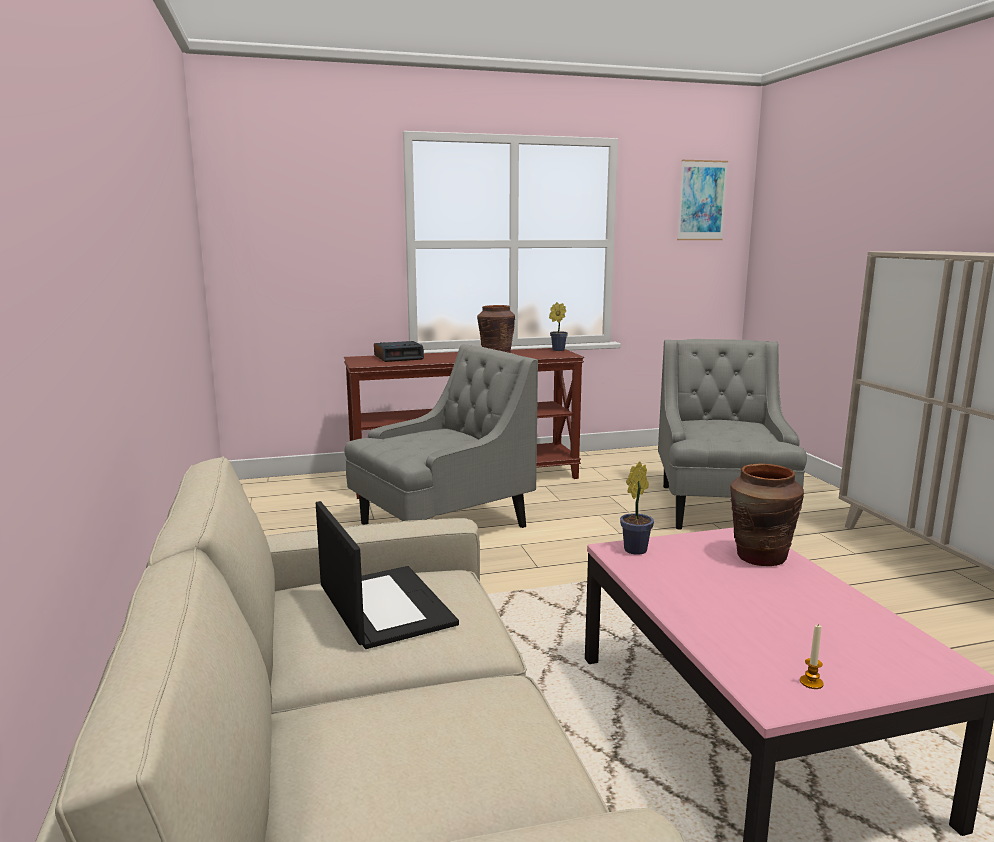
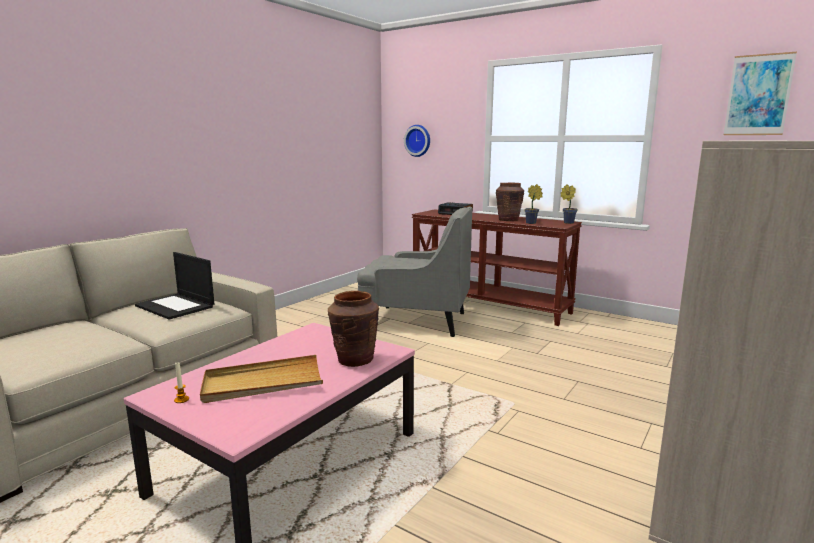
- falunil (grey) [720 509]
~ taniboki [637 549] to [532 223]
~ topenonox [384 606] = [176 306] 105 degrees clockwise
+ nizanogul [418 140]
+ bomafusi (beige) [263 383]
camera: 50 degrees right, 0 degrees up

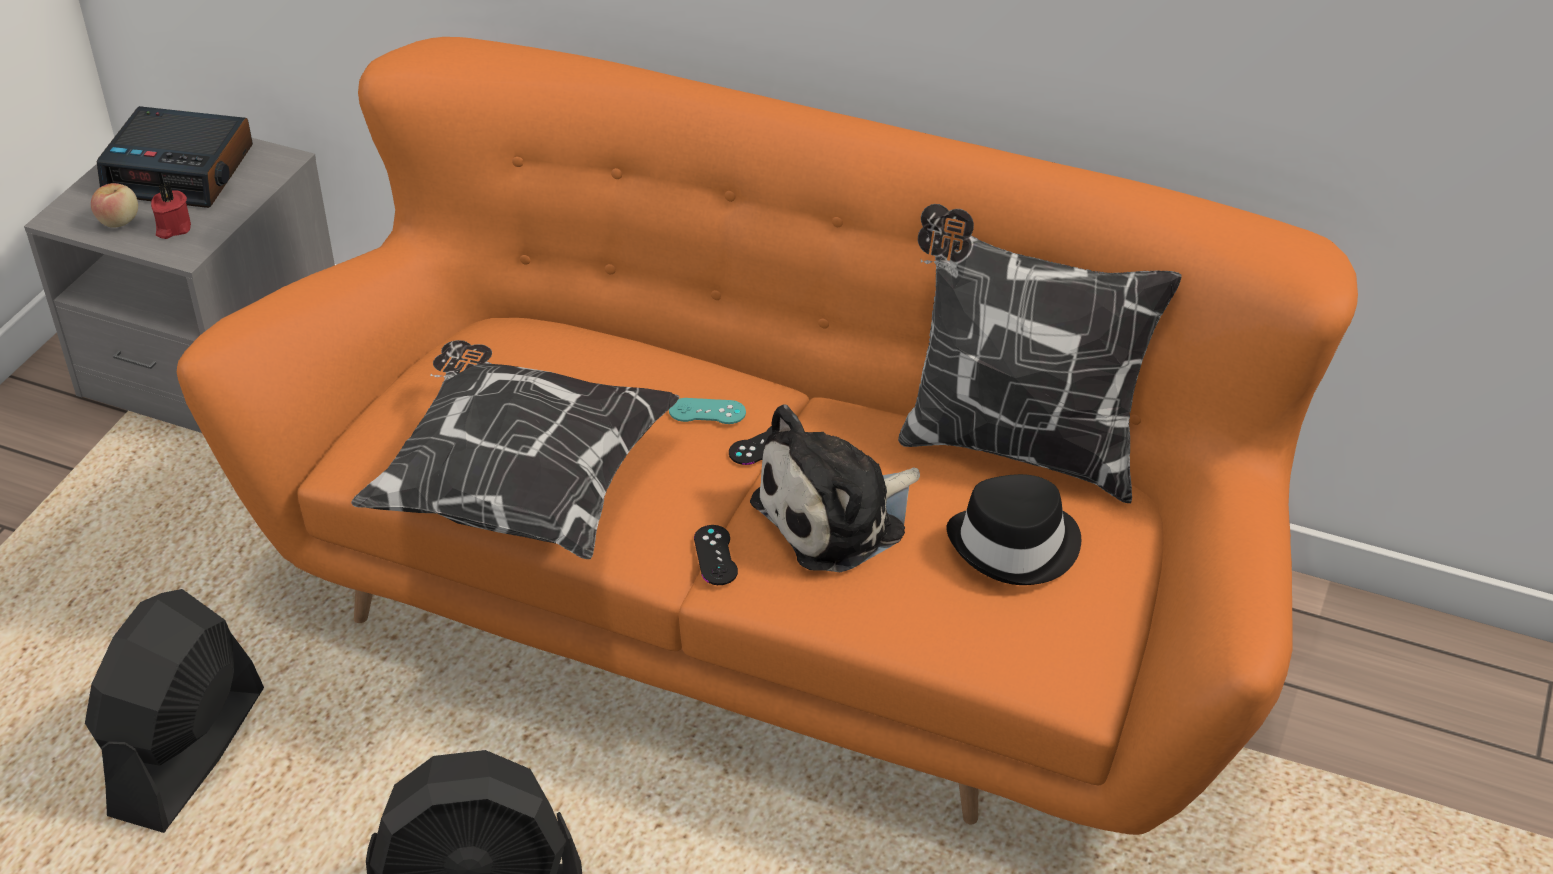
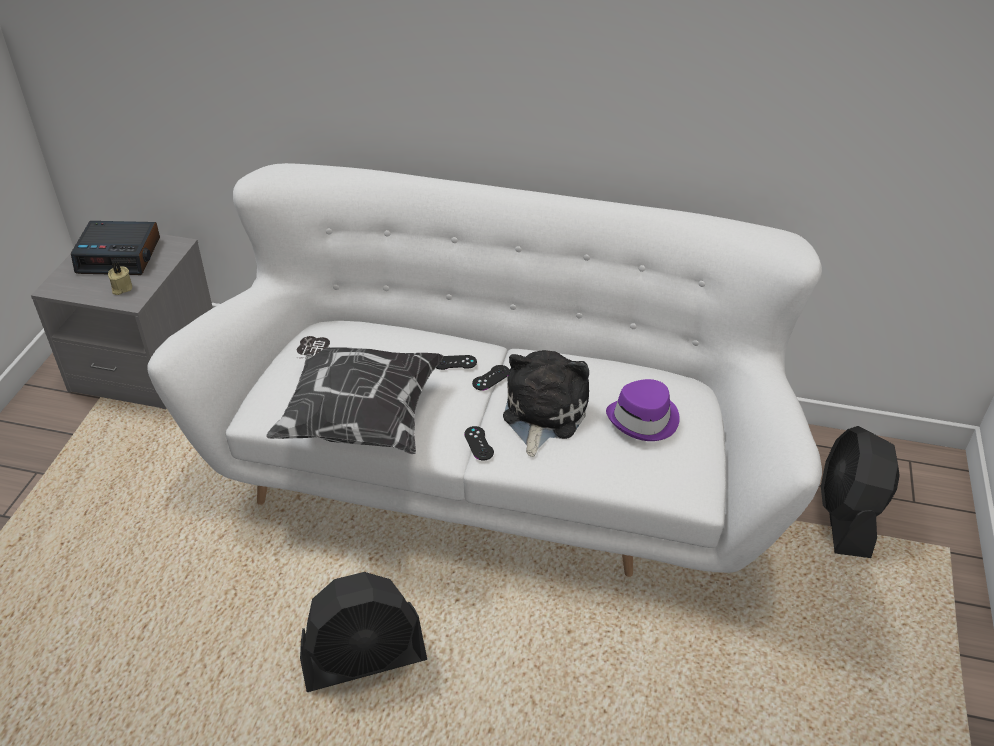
~ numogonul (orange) [775 610] to numogonul (white) [495 469]
- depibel [119 221]
~ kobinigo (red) [172 228] to kobinigo (beige) [121 288]
- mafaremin [1017 446]
~ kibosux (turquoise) [707 411] to kibosux (black) [455 362]
~ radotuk [838 516] = [542 414] 150 degrees clockwise
~ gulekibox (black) [1016 546] to gulekibox (purple) [644 419]
~ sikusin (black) [188 753] to [846 516]
camera: 10 degrees left, 0 degrees up

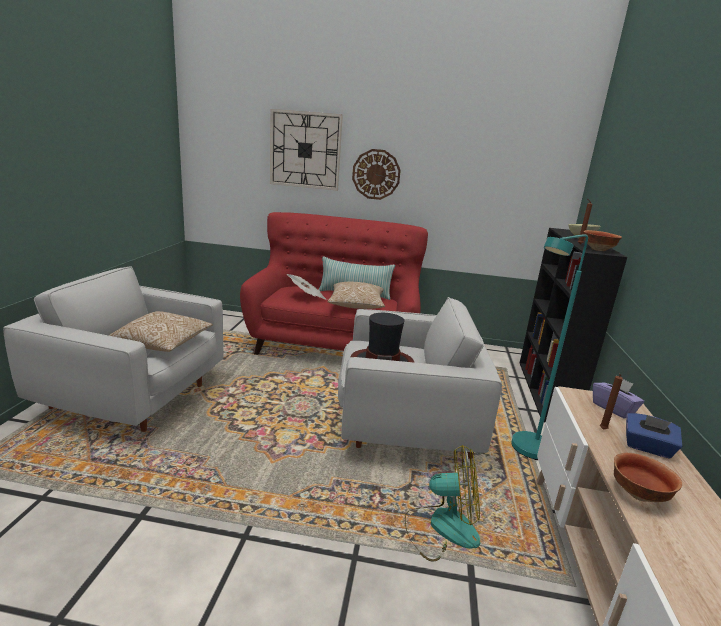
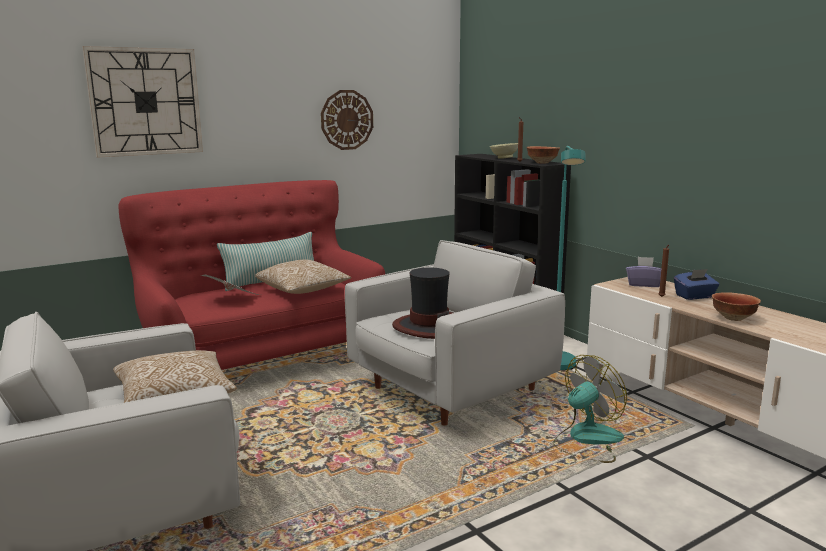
~ nizanogul [376 174] to [347 120]
camera: 40 degrees left, 5 degrees down

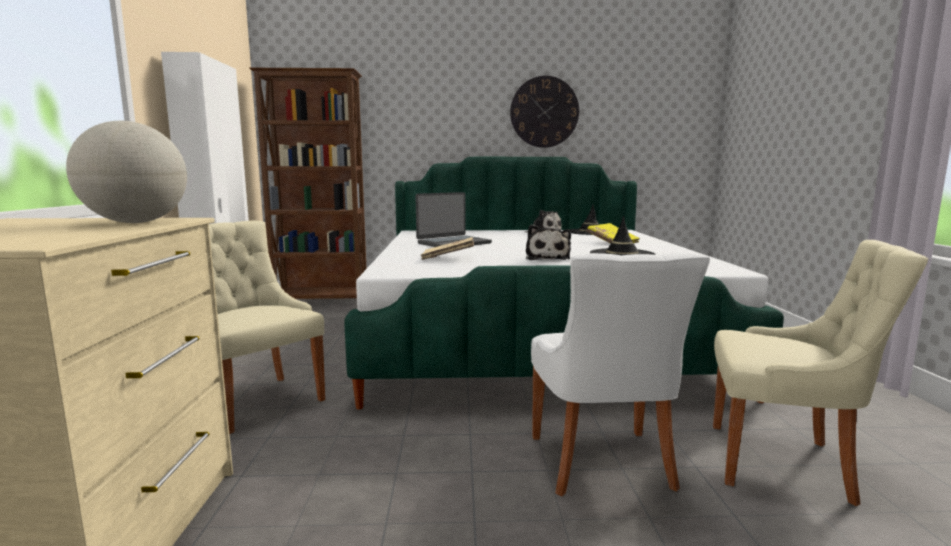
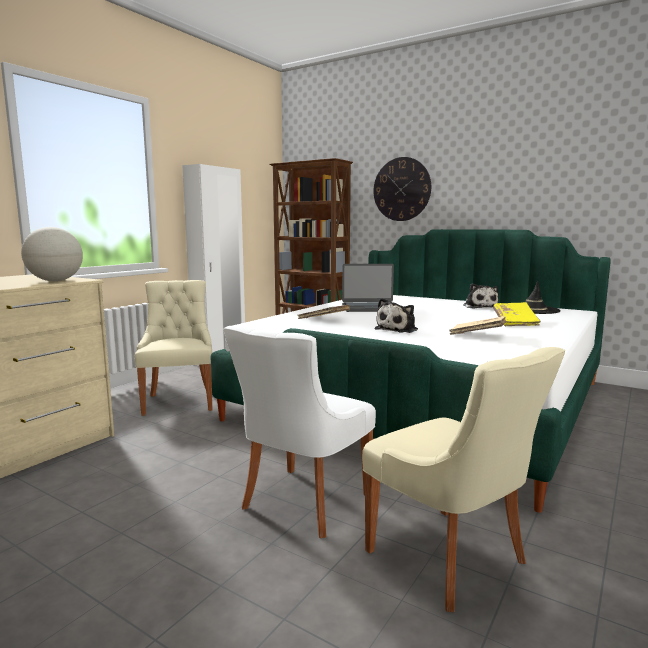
~ nizanogul [544 112] to [401 189]
~ gulekibox (black) [622 254] to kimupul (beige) [477 335]
camera: 35 degrees right, 0 degrees up

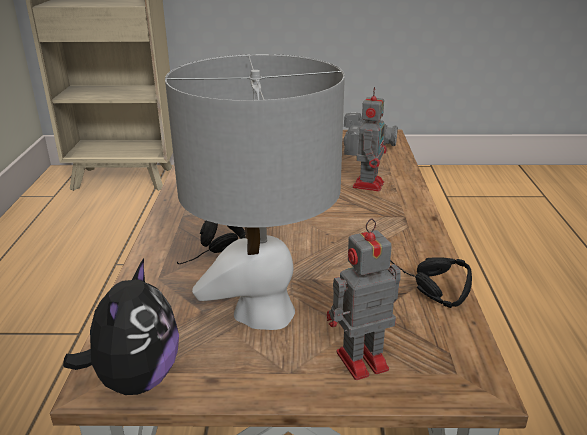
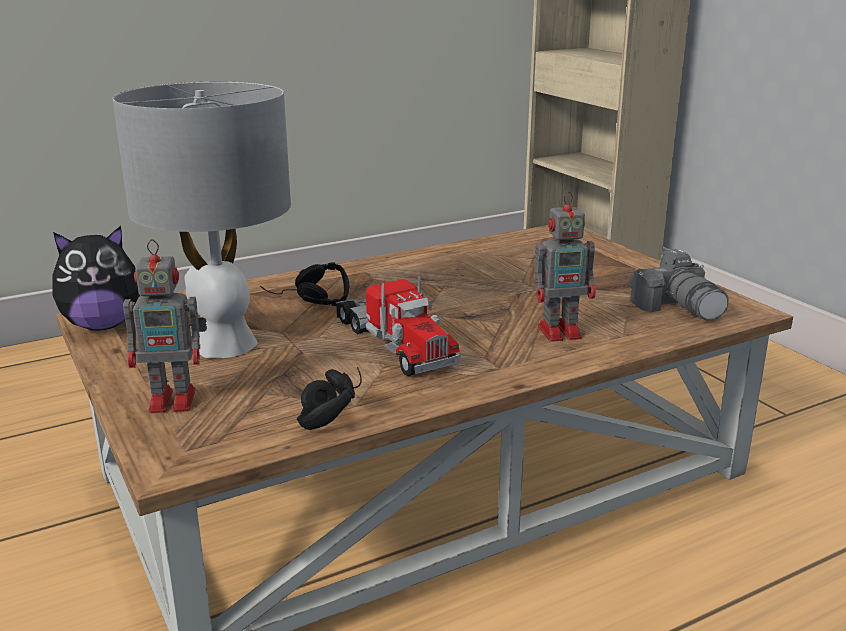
~ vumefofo [359 361] = [175 400] 135 degrees clockwise
+ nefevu [393 343]
camera: 60 degrees right, 5 degrees down

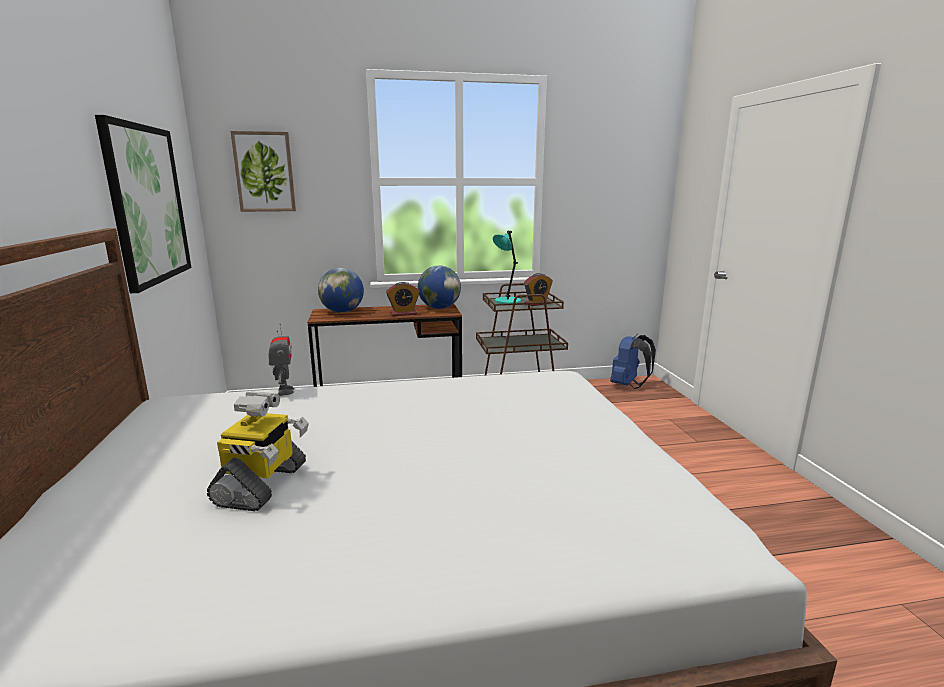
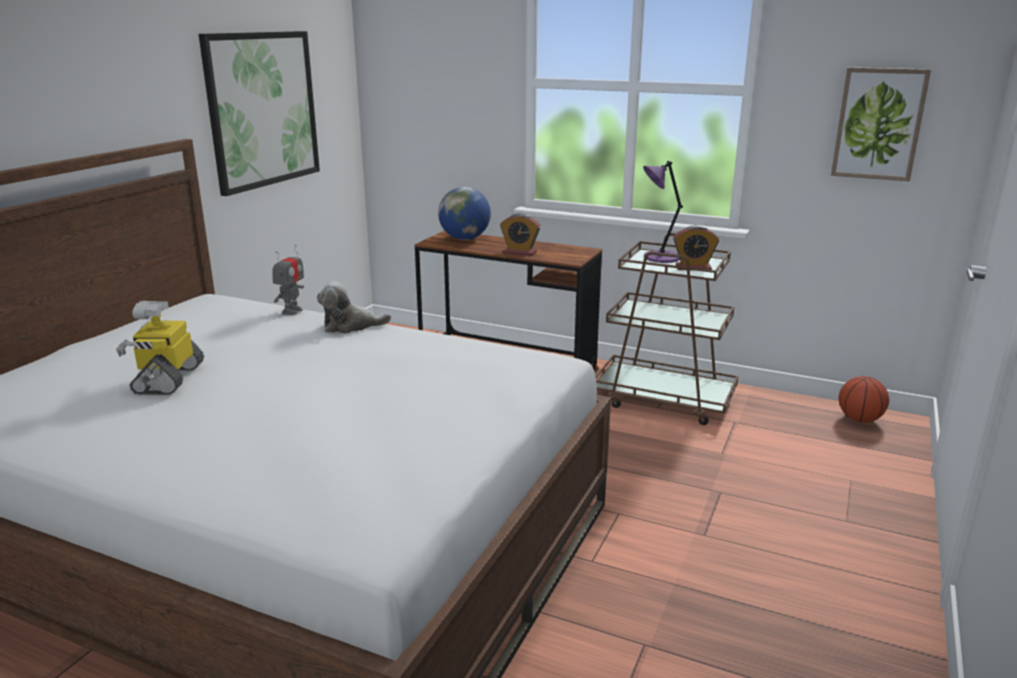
~ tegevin [264 172] to [878 124]
~ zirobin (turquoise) [507 301] to zirobin (purple) [659 258]
- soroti [439 308]
~ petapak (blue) [628 385] to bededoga [859 419]
~ vumefofo [262 485] = [168 379] 135 degrees clockwise
+ radotuk [350 326]
camera: 35 degrees right, 5 degrees up

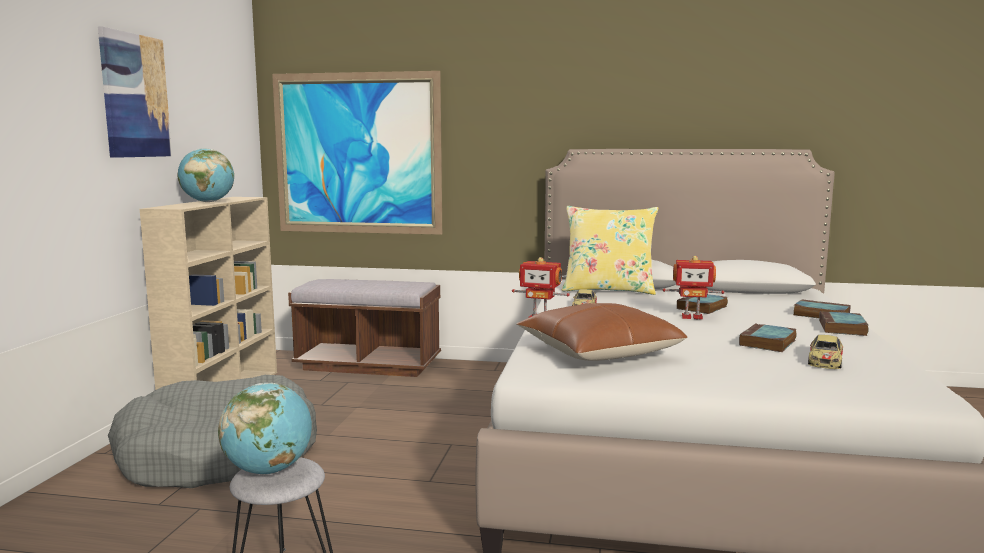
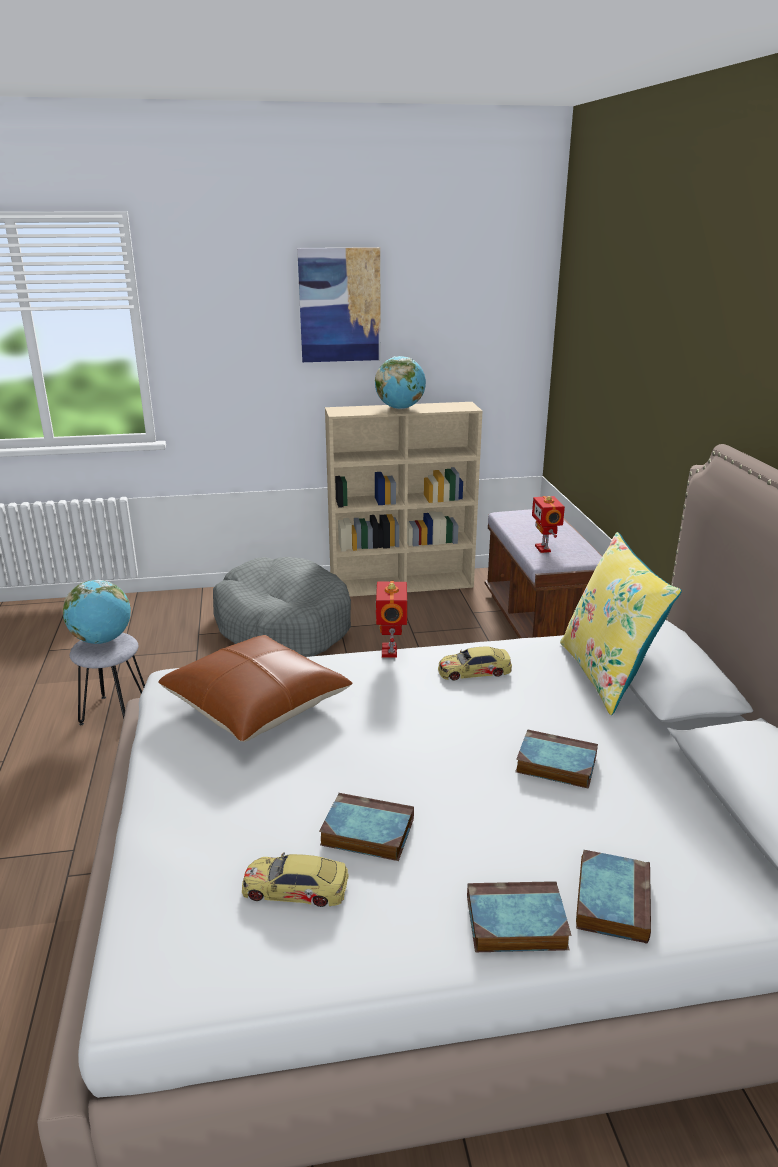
- tegevin [357 154]
~ vumefofo [691 317] to [544 549]
camera: 70 degrees right, 15 degrees up

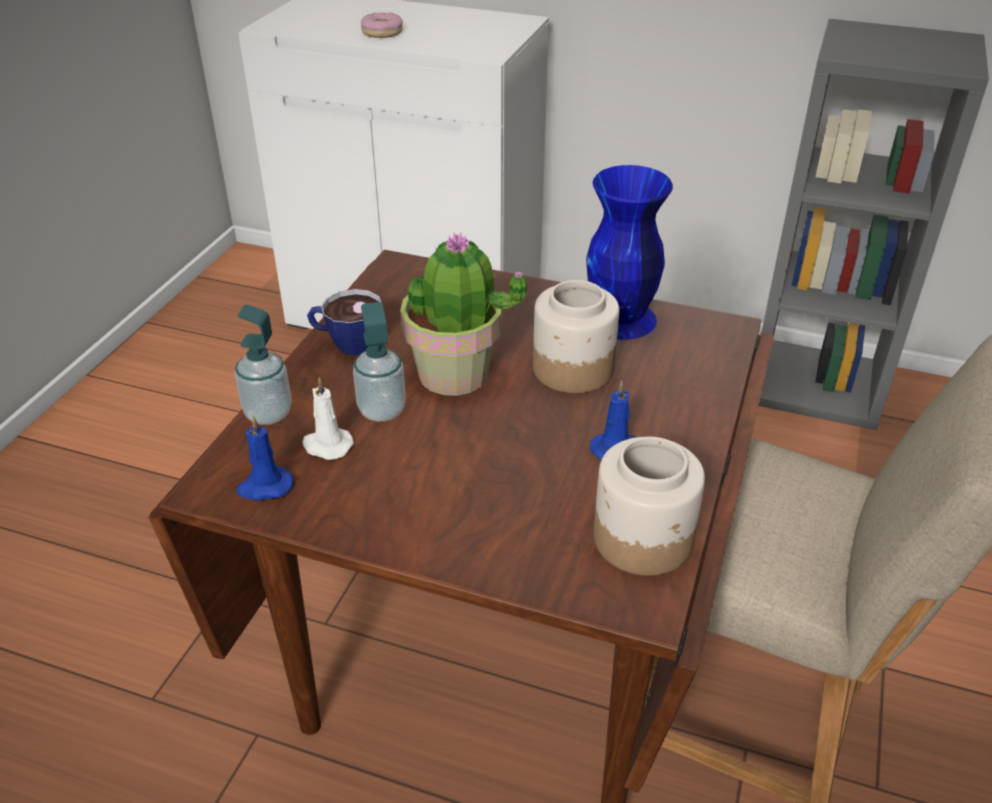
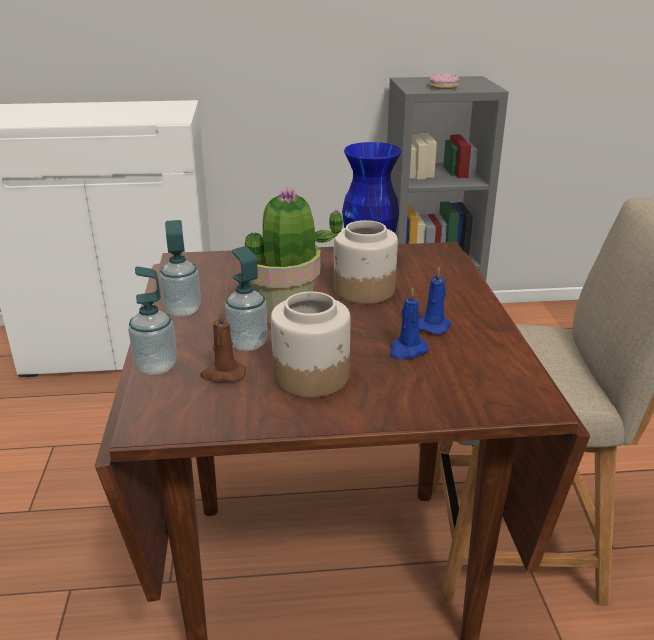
~ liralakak [382 32] to [443 87]
~ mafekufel [347 343] to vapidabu [183 310]
~ kobinigo (white) [326 445] to kobinigo (brown) [223 374]
~ kobinigo (blue) [264 487] to [407 350]
~ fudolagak [644 539] to [312 376]
camera: 25 degrees left, 10 degrees down

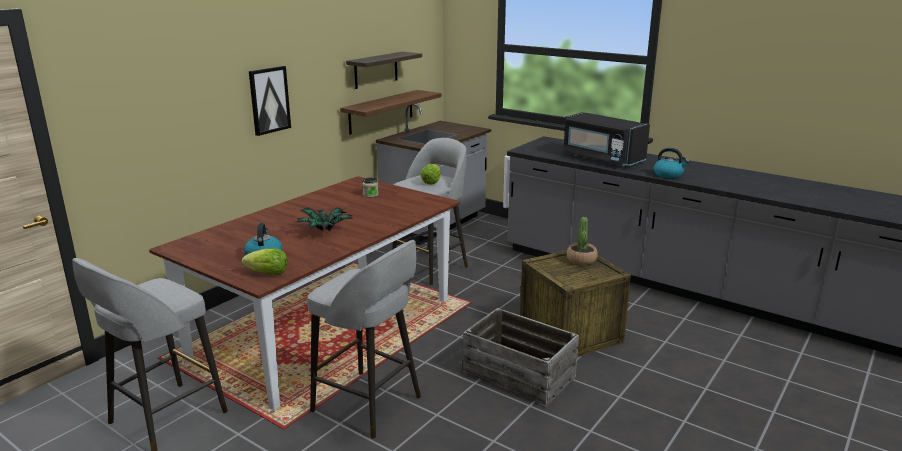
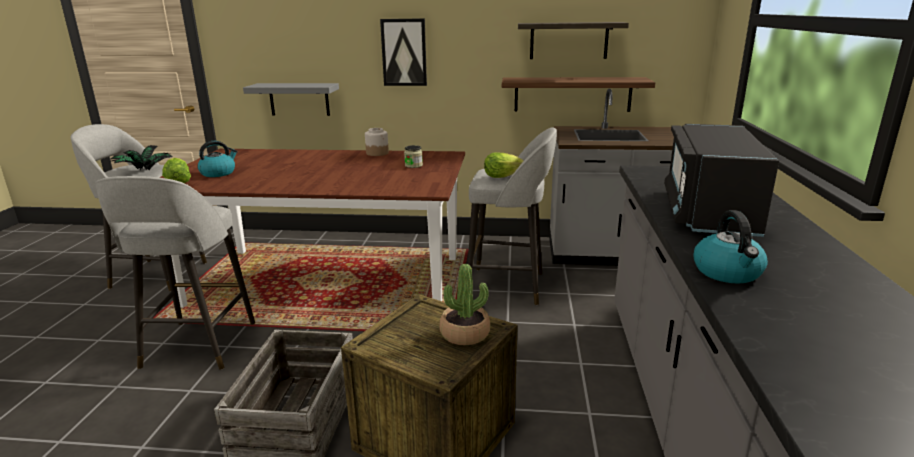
~ taniboki [324 231] to [143 170]
+ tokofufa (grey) [299 99]
+ fudolagak [377 153]
camera: 60 degrees right, 0 degrees up

